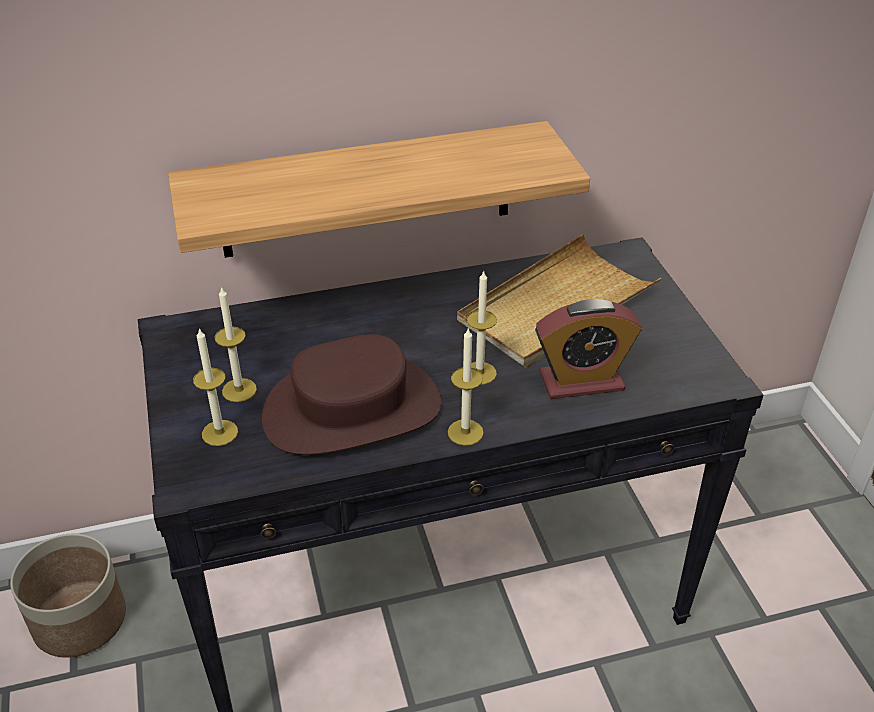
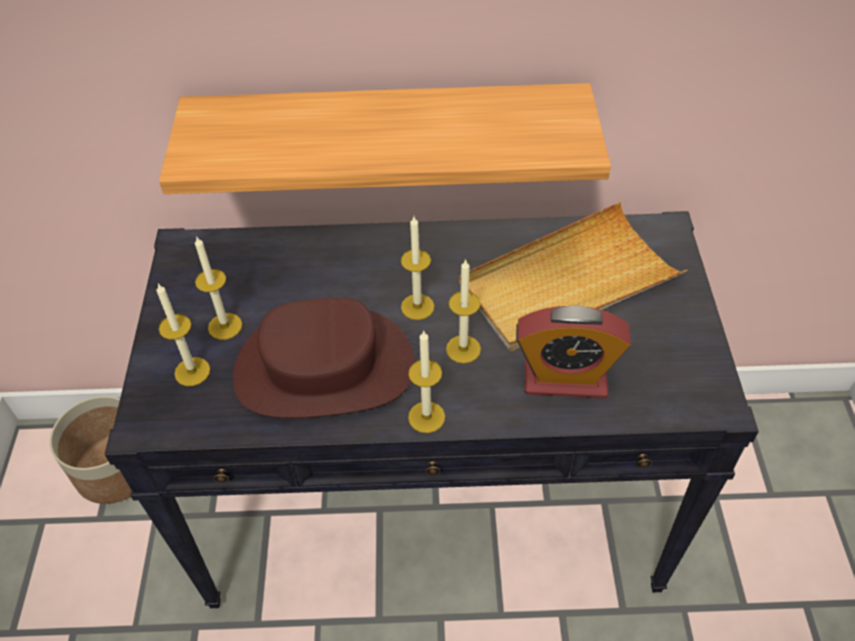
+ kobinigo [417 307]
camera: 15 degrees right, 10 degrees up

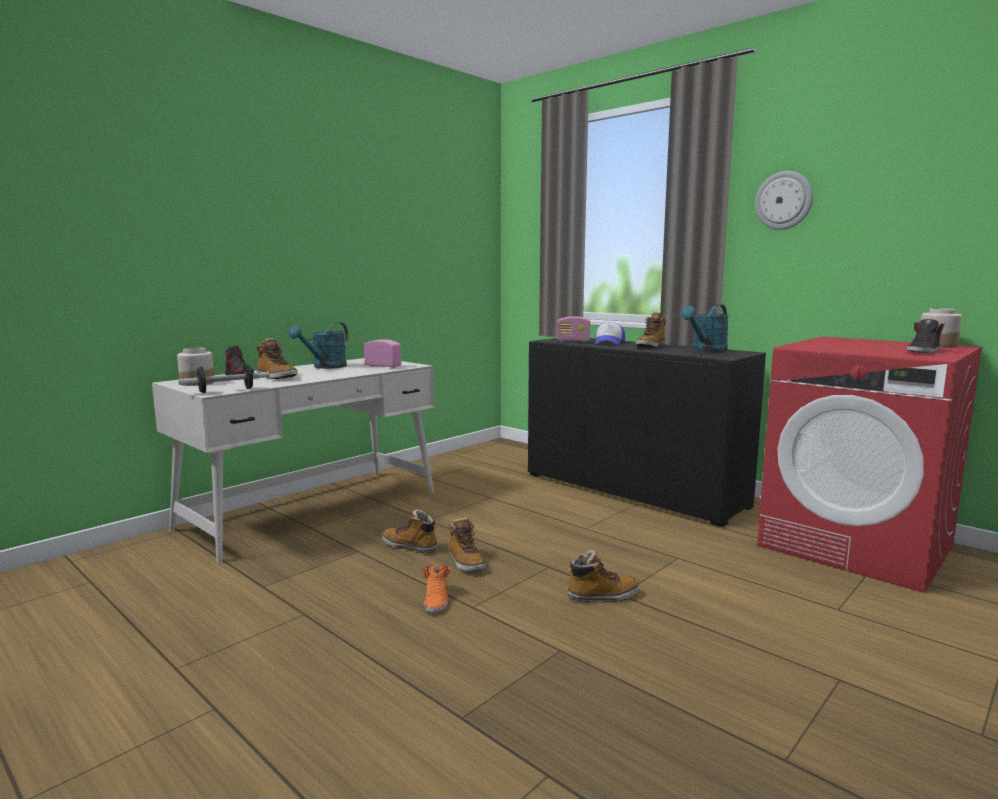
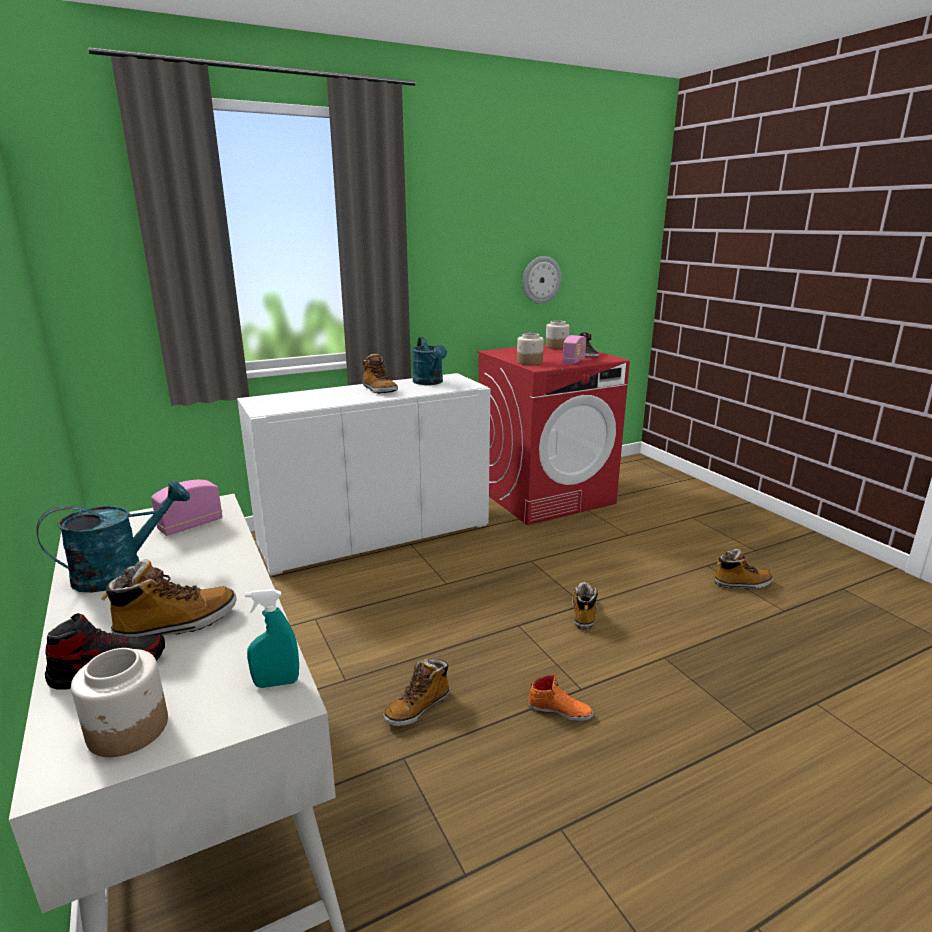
~ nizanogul [783 200] to [541 280]
~ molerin [573 341] to [573 361]
~ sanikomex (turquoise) [325 367] = [121 571] 90 degrees counterclockwise
- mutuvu [609 342]
~ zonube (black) [632 490] to zonube (white) [375 535]
~ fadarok [226 390] to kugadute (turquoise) [276 683]
~ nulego [465 562] to [742 584]
+ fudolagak [529 362]
camera: 70 degrees left, 10 degrees up

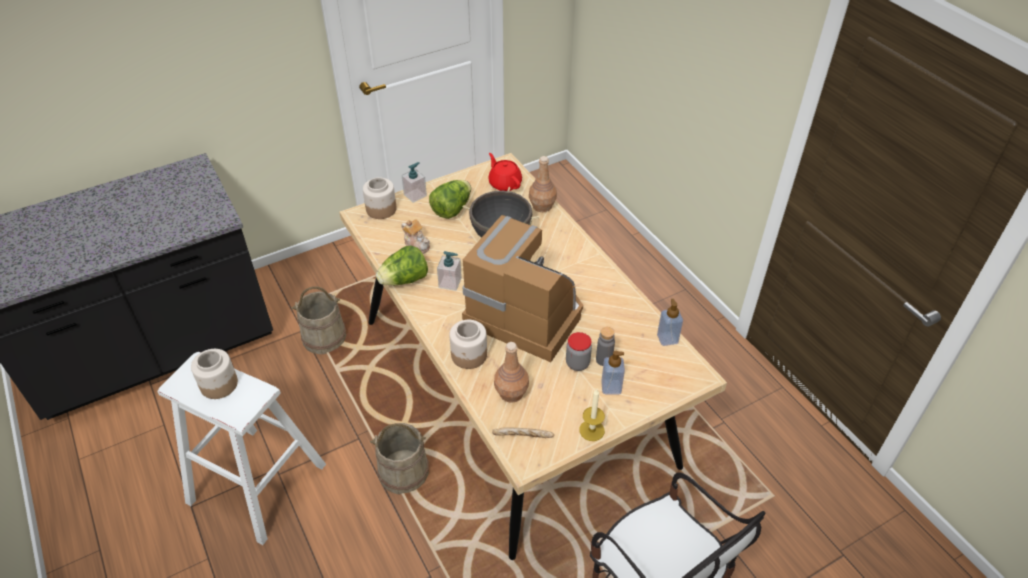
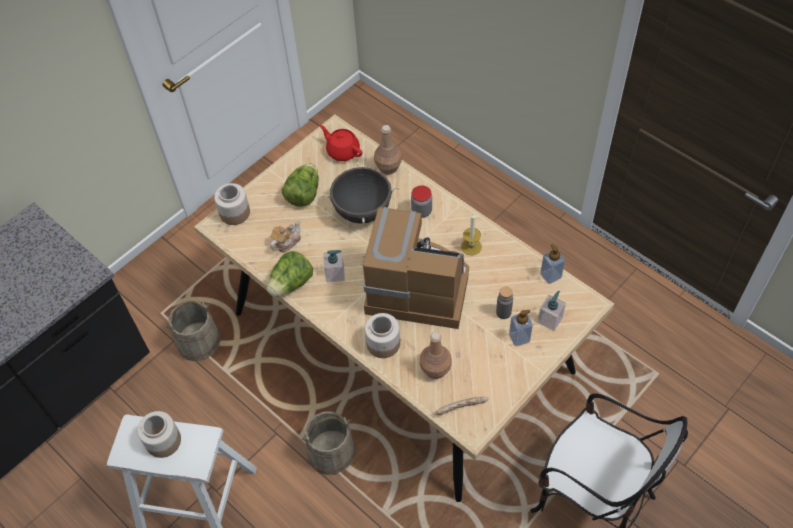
~ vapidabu [415 195] to [550 320]
~ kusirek [417 244] = [286 242] 75 degrees counterclockwise
~ fudolagak [577 363] to [421 211]
~ kobinigo [591 430] to [471 246]
camera: 15 degrees left, 10 degrees up

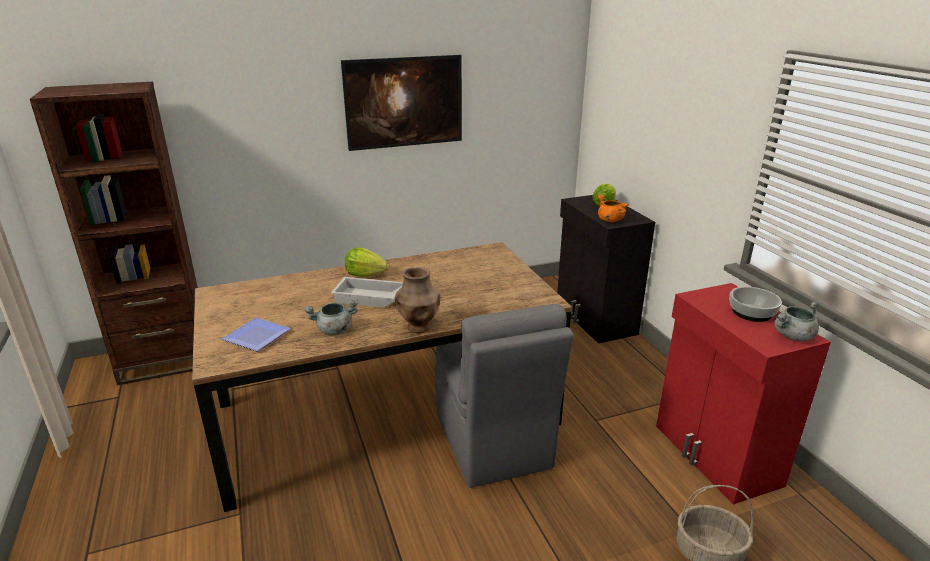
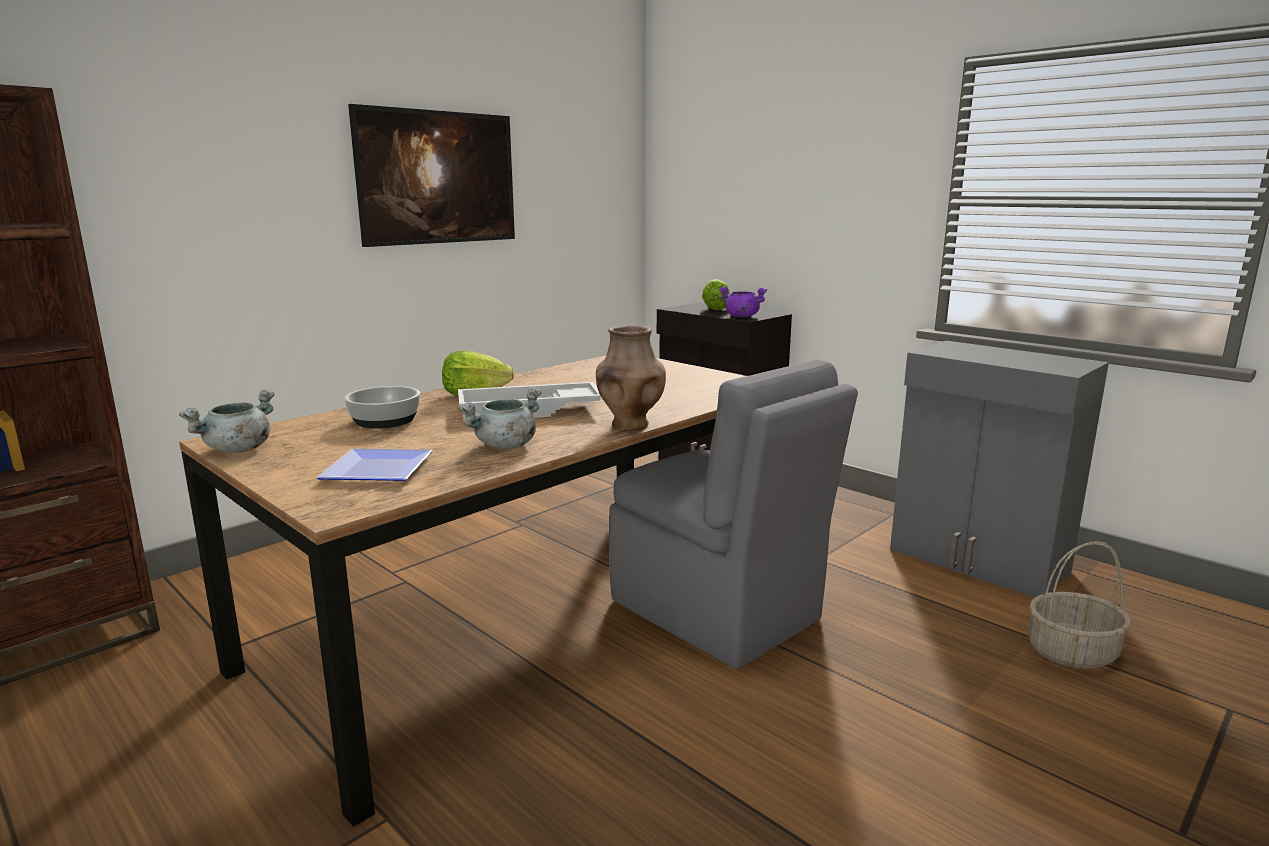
~ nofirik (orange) [609 220] to nofirik (purple) [741 316]
~ zonube (red) [715 455] to zonube (grey) [978 561]
~ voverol [751 312] to [384 420]
~ nofirik (grey) [793 336] to [238 449]
camera: 25 degrees left, 10 degrees down

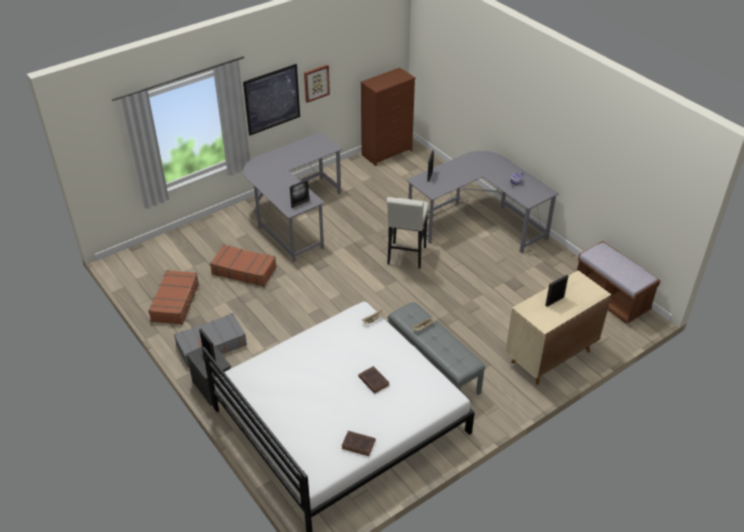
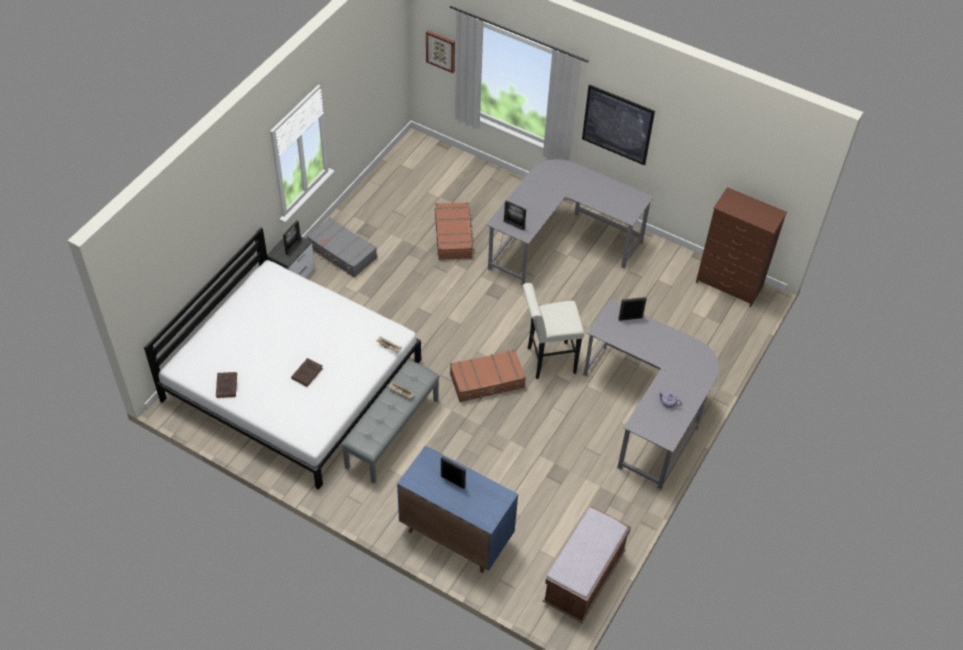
~ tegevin [316 83] to [441 51]
~ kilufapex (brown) [176 302] to [487 381]
~ zonube (beige) [550 357] to zonube (blue) [455 535]
camera: 65 degrees right, 10 degrees up

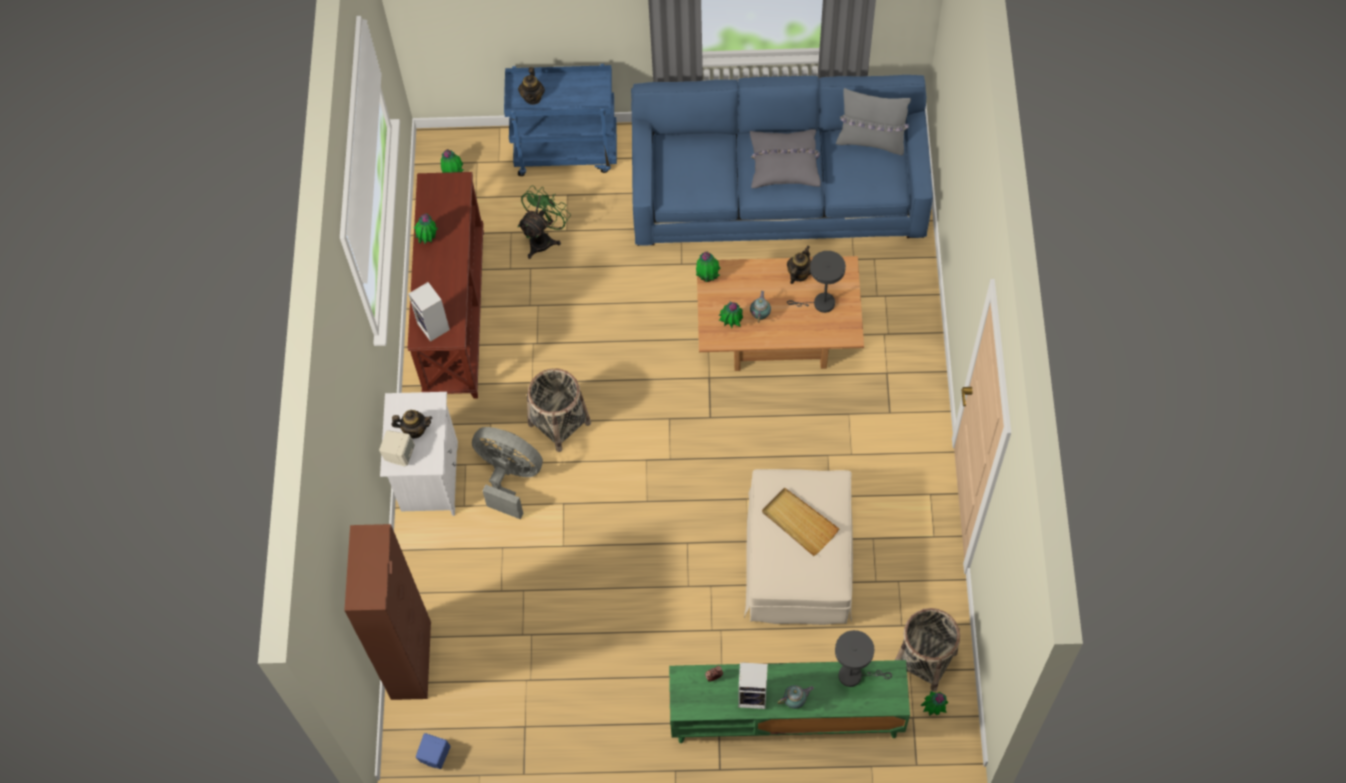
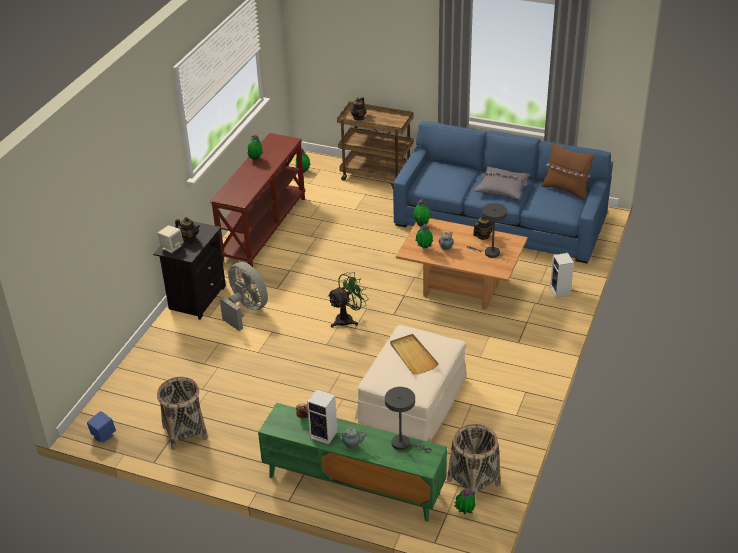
~ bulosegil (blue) [567 151] to bulosegil (brown) [377 176]
~ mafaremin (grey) [871 141] to mafaremin (brown) [566 190]
~ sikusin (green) [544 238] to [348 319]
~ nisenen [434 327] to [560 291]
~ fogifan [559 423] to [185 432]
~ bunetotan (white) [428 478] to bunetotan (black) [196 298]
- zonube (brown) [411 660]
camera: 20 degrees right, 25 degrees down

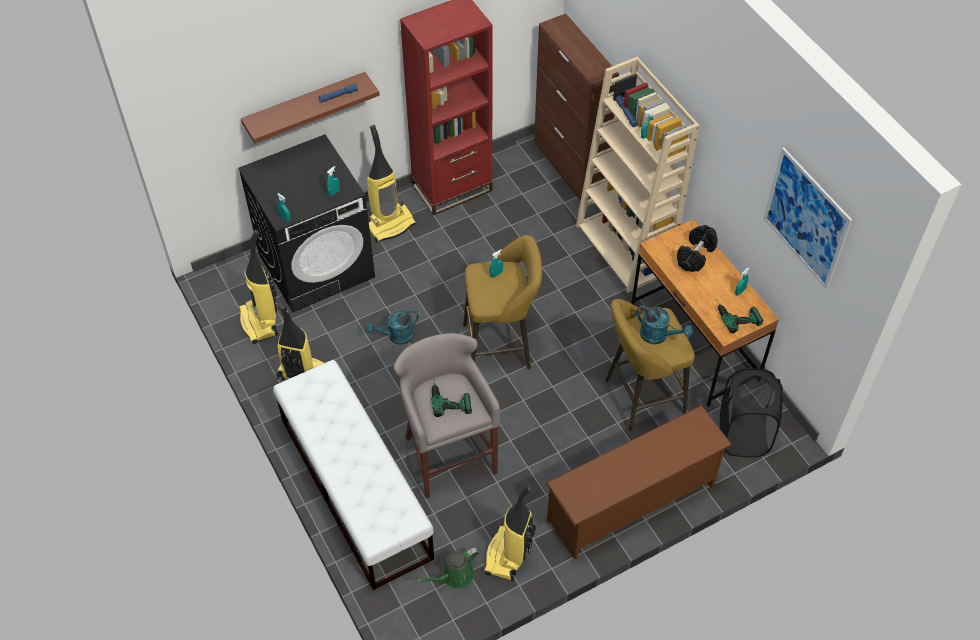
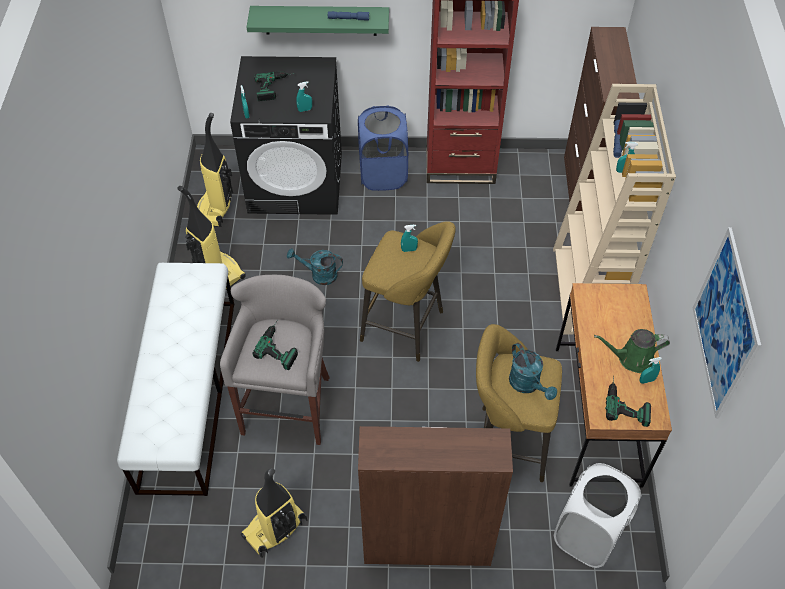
~ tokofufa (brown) [305 106] to tokofufa (green) [320 20]
~ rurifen [390 224] to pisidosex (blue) [383 175]
- fadarok (black) [695 255]
~ pisidosex (black) [743 435] to pisidosex (white) [588 534]
~ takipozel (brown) [632 505] to zonube (brown) [426 545]
~ sanikomex (green) [454 576] to [632 358]
+ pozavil [276 87]
camera: 30 degrees right, 0 degrees up

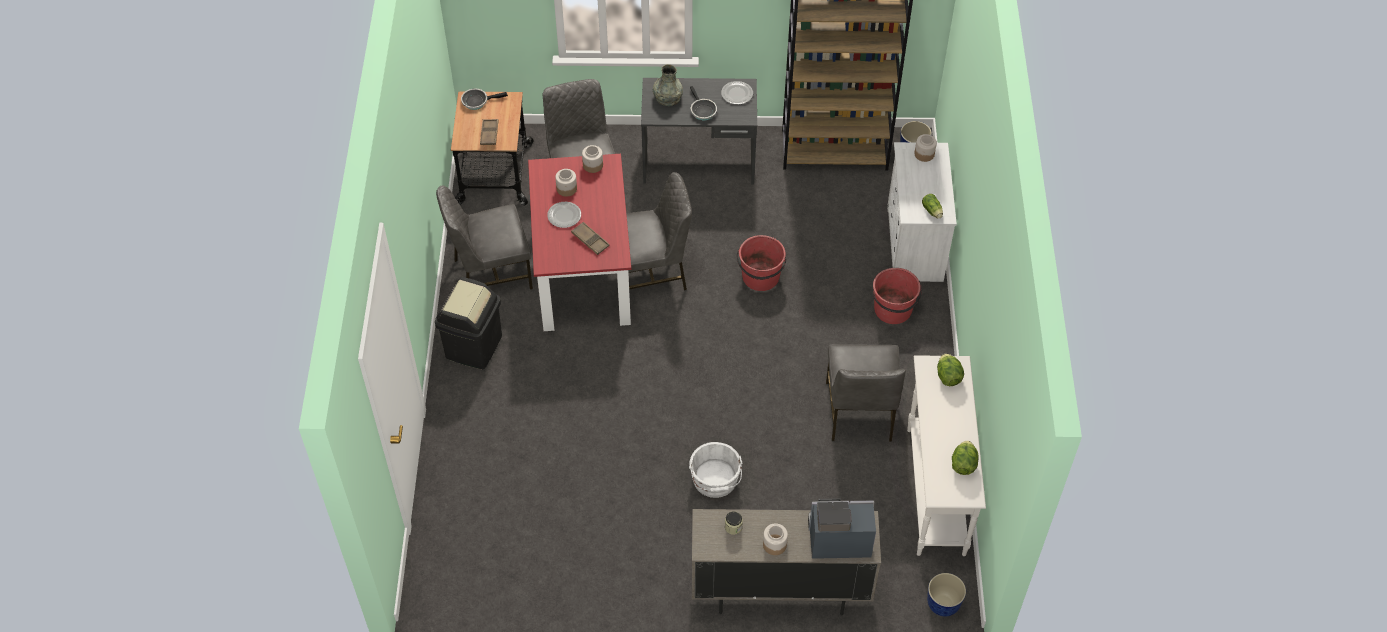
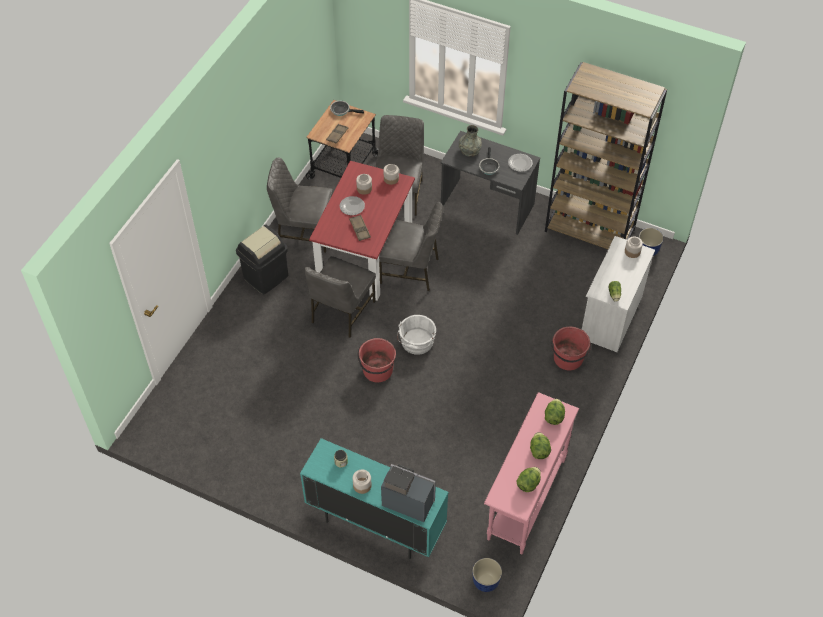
~ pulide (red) [760 277] to [377 371]
~ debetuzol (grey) [859 412] to [341 312]
~ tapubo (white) [935 491] to tapubo (pink) [526 499]
~ pulide (white) [715 481] to [416 343]
~ zonube (beige) [780 592] to zonube (turquoise) [375 524]
+ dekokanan [539 451]
camera: 25 degrees right, 0 degrees up

